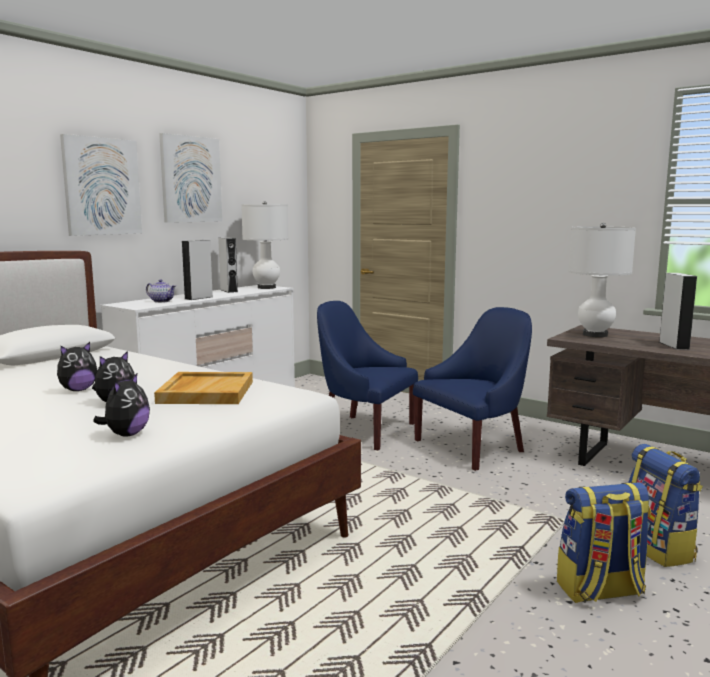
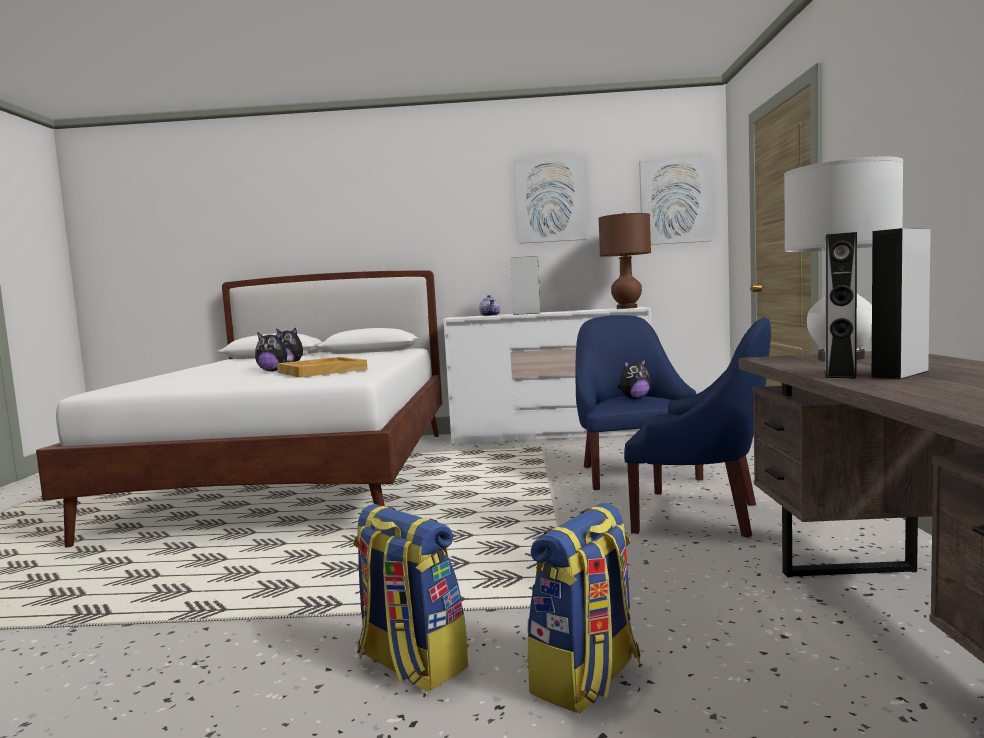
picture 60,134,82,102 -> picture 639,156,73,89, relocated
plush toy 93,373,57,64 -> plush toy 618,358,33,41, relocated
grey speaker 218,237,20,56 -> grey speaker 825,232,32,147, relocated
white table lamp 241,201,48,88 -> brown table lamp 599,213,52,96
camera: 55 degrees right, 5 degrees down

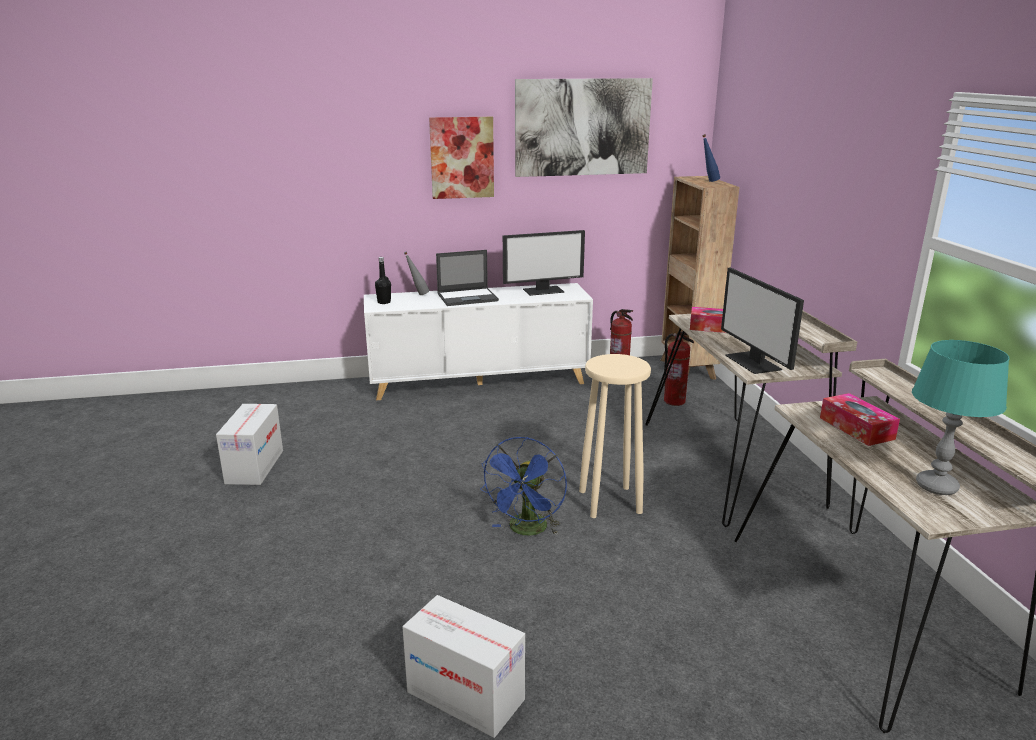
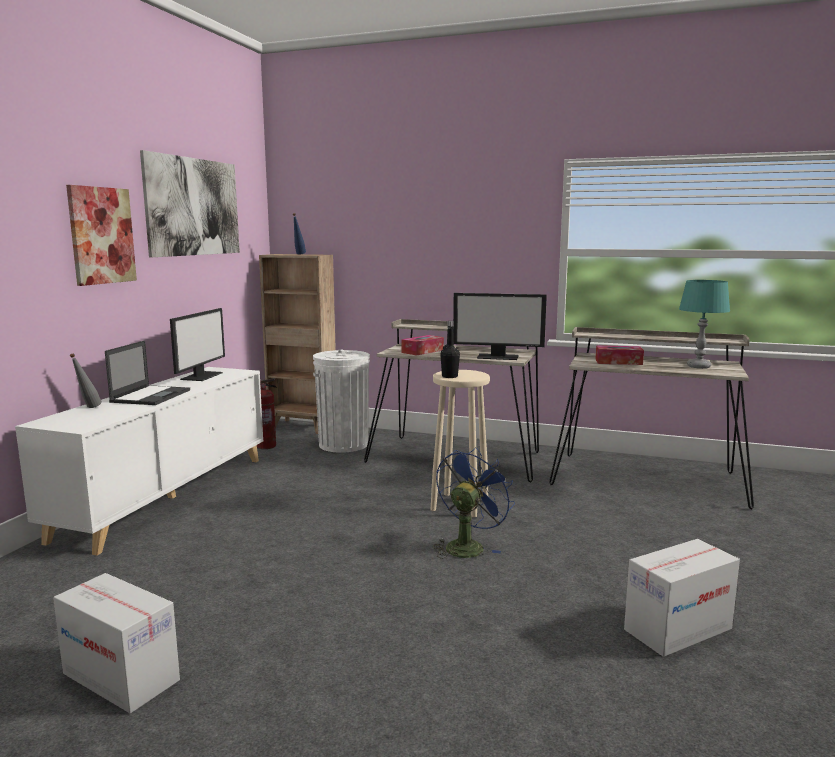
black bottle 375,257,16,47 -> black bottle 440,321,20,57, relocated
blue fan 480,437,87,99 -> blue fan 433,447,82,112, 105 degrees counterclockwise
fire extinguisher 663,331,31,75 -> white trash can 313,349,57,104
camera: 60 degrees left, 10 degrees down

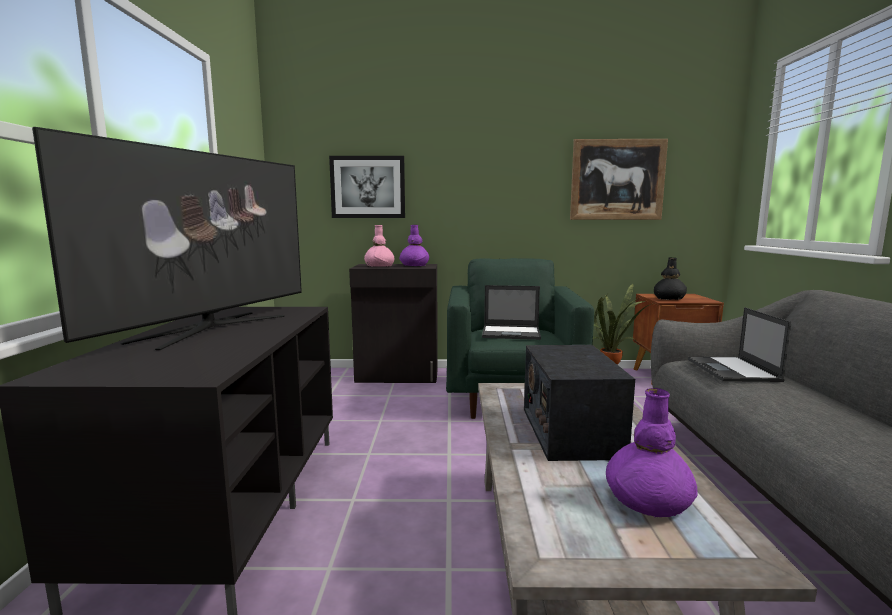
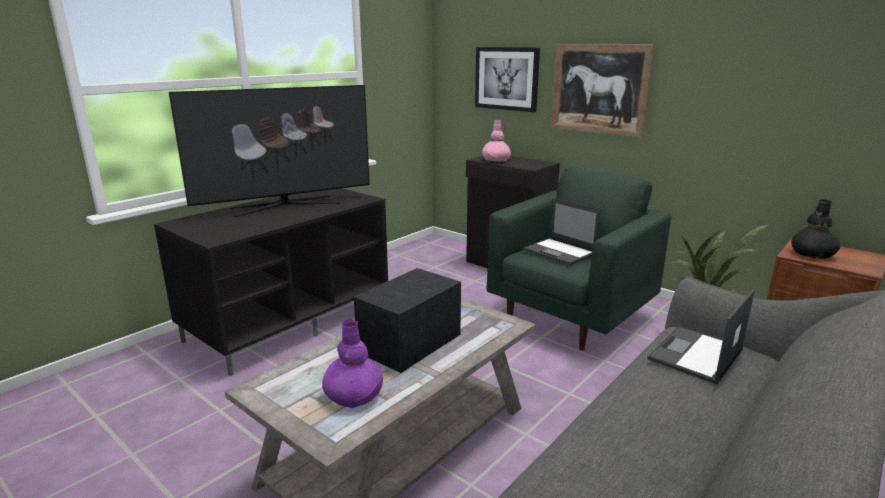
purple vase 399,225,30,41 -> none
picture 570,139,98,81 -> picture 551,44,104,94, relocated
camera: 40 degrees right, 10 degrees up

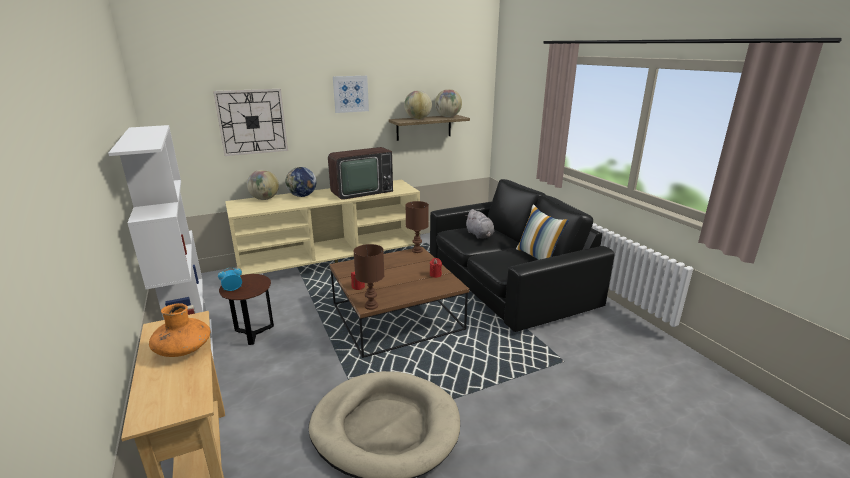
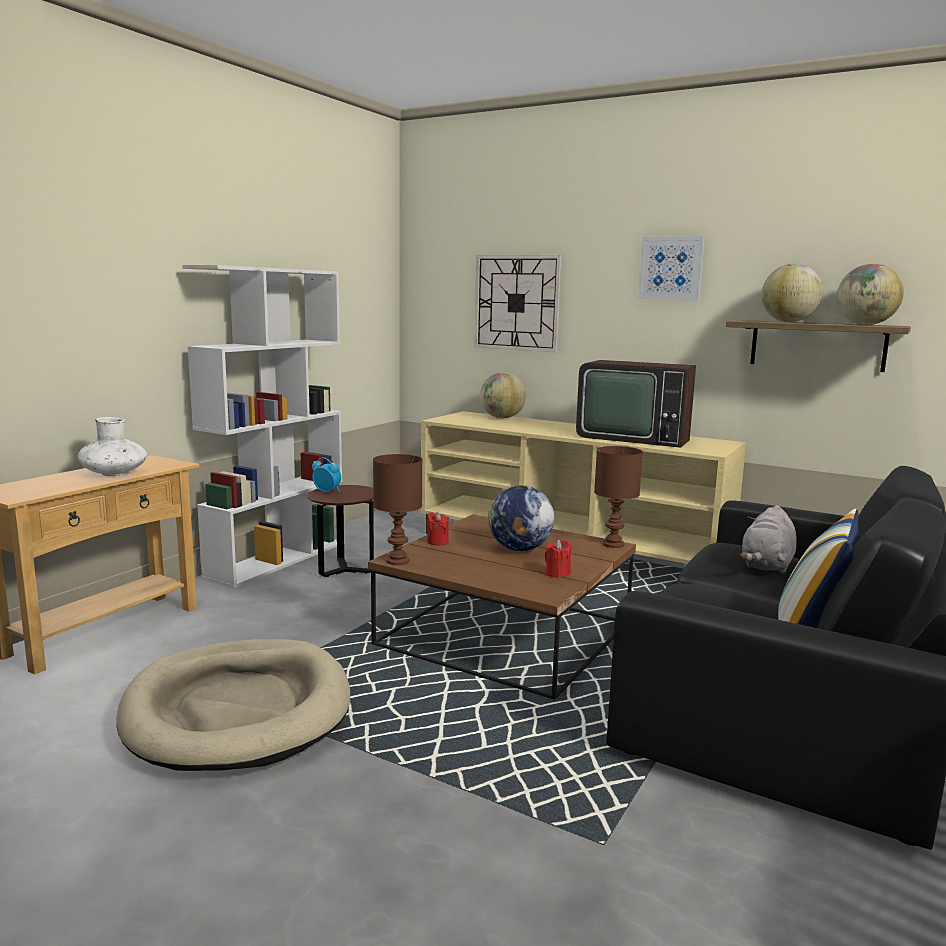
orange vase 149,303,62,54 -> white vase 78,417,69,59
globe 285,167,31,30 -> globe 488,485,67,66, relocated
camera: 55 degrees right, 10 degrees down

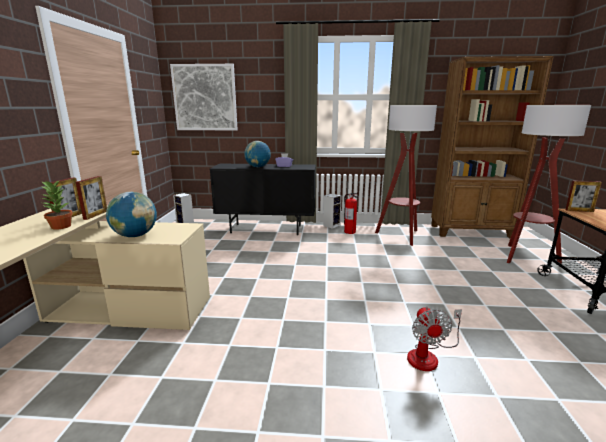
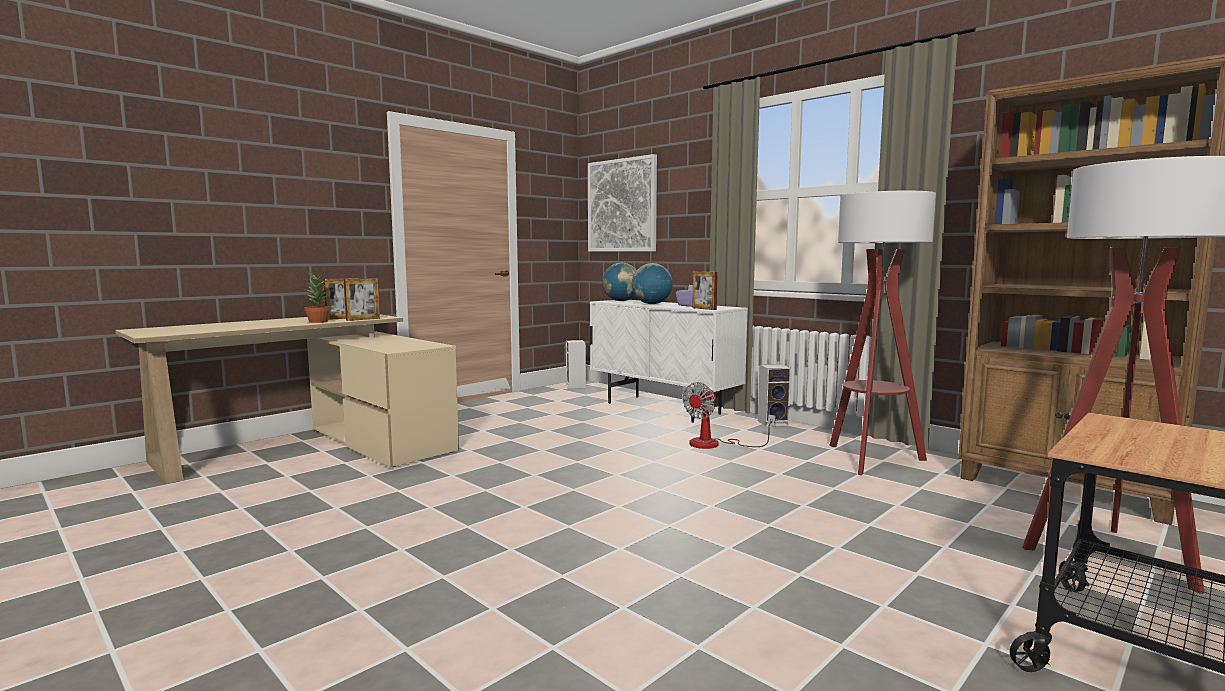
globe 106,192,51,45 -> globe 602,263,35,38, relocated
black cabinet 210,163,106,72 -> white cabinet 589,300,159,123
fire extinguisher 344,193,15,41 -> none
fan 407,306,55,65 -> fan 683,382,93,67, relocated
picture frame 565,180,37,32 -> picture frame 692,271,26,39, relocated
camera: 40 degrees right, 10 degrees down

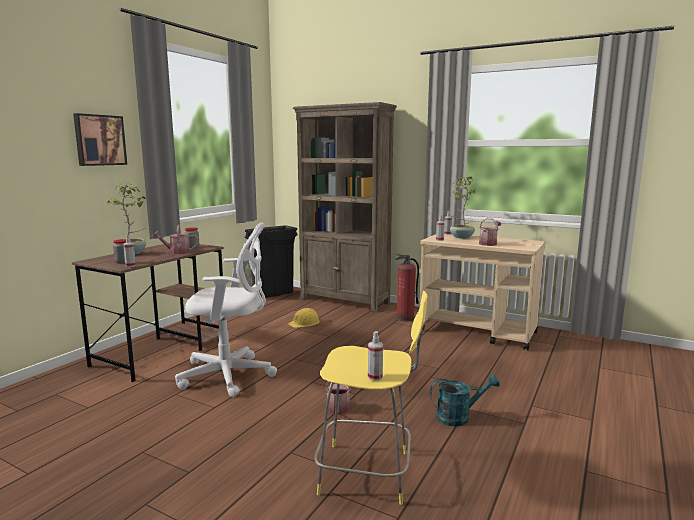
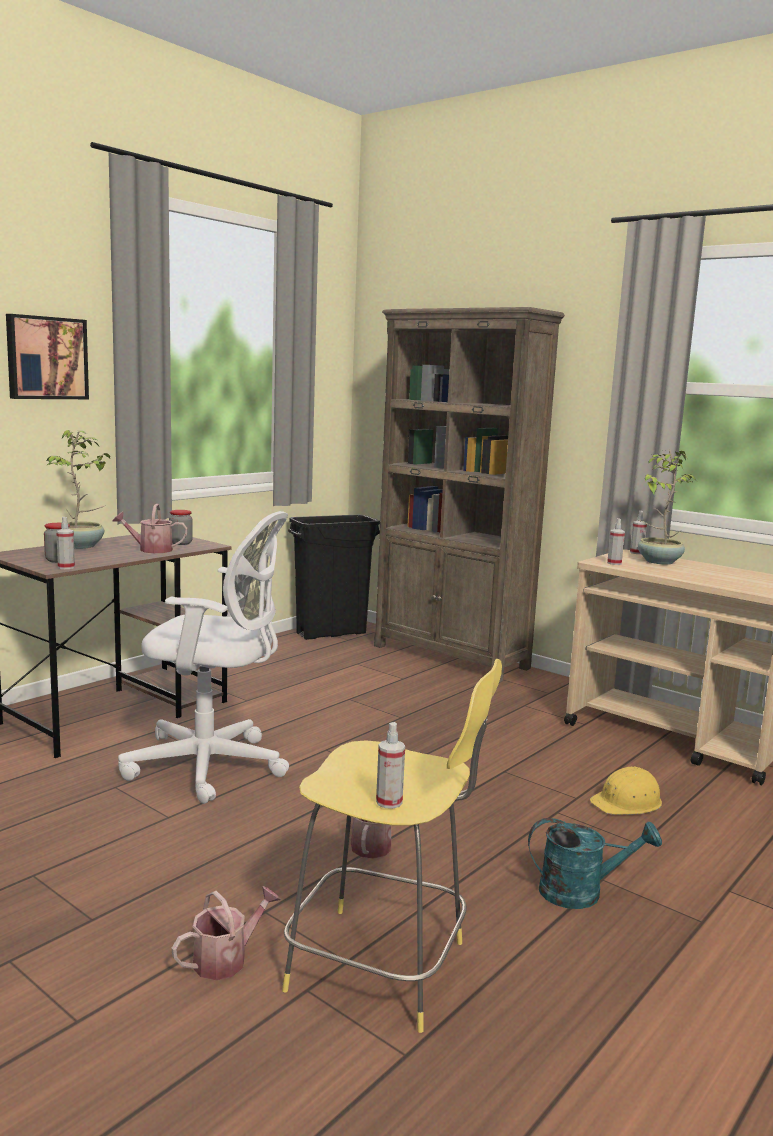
yellow hard hat 288,308,32,20 -> yellow hard hat 590,766,72,49, relocated
fire extinguisher 395,253,24,68 -> none
watering can 479,218,22,28 -> watering can 172,886,109,94, relocated
camera: 10 degrees right, 0 degrees up

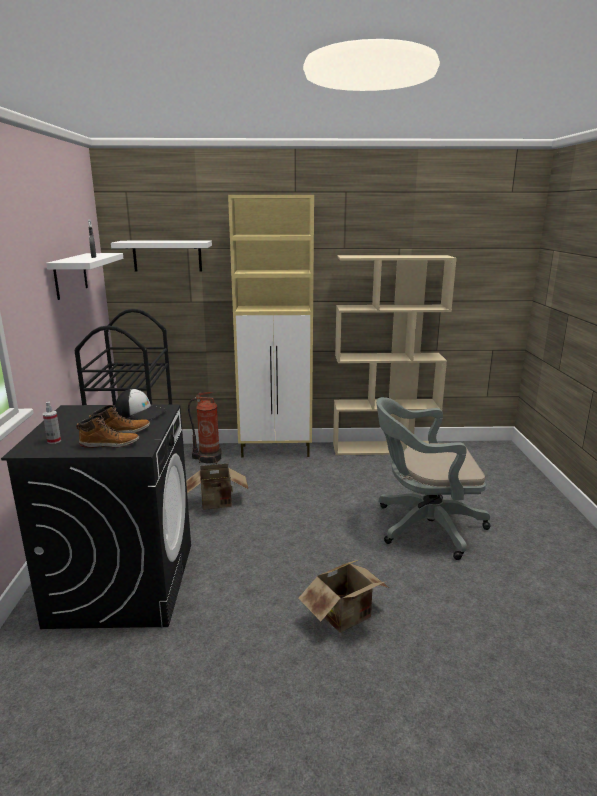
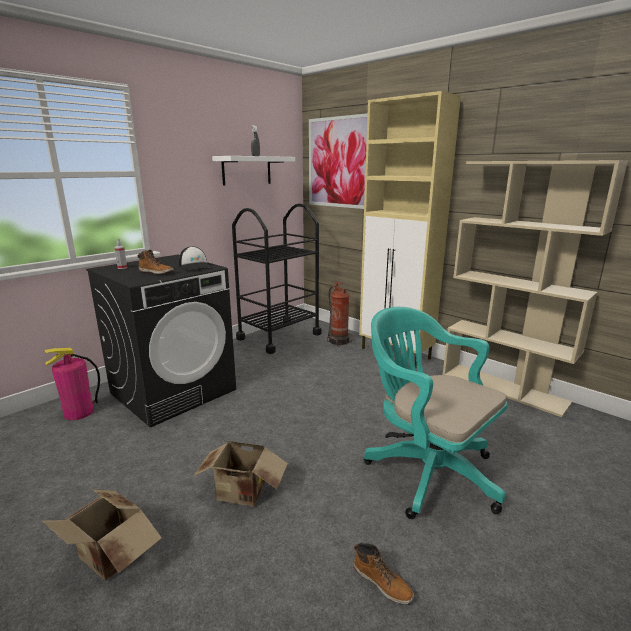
boot 76,415,63,33 -> boot 354,543,60,61, relocated
white shelf 111,241,101,31 -> picture 309,113,59,96
cardboard box 186,463,62,47 -> cardboard box 42,489,120,92, relocated
grey office chair 376,397,115,163 -> turquoise office chair 364,307,143,212
none -> fire extinguisher 44,348,56,72
camera: 45 degrees right, 0 degrees up

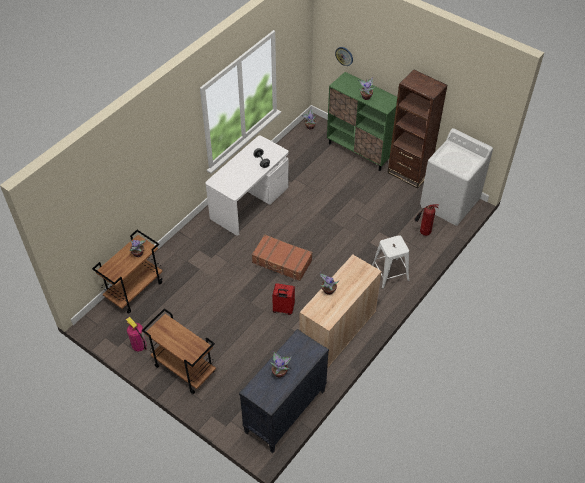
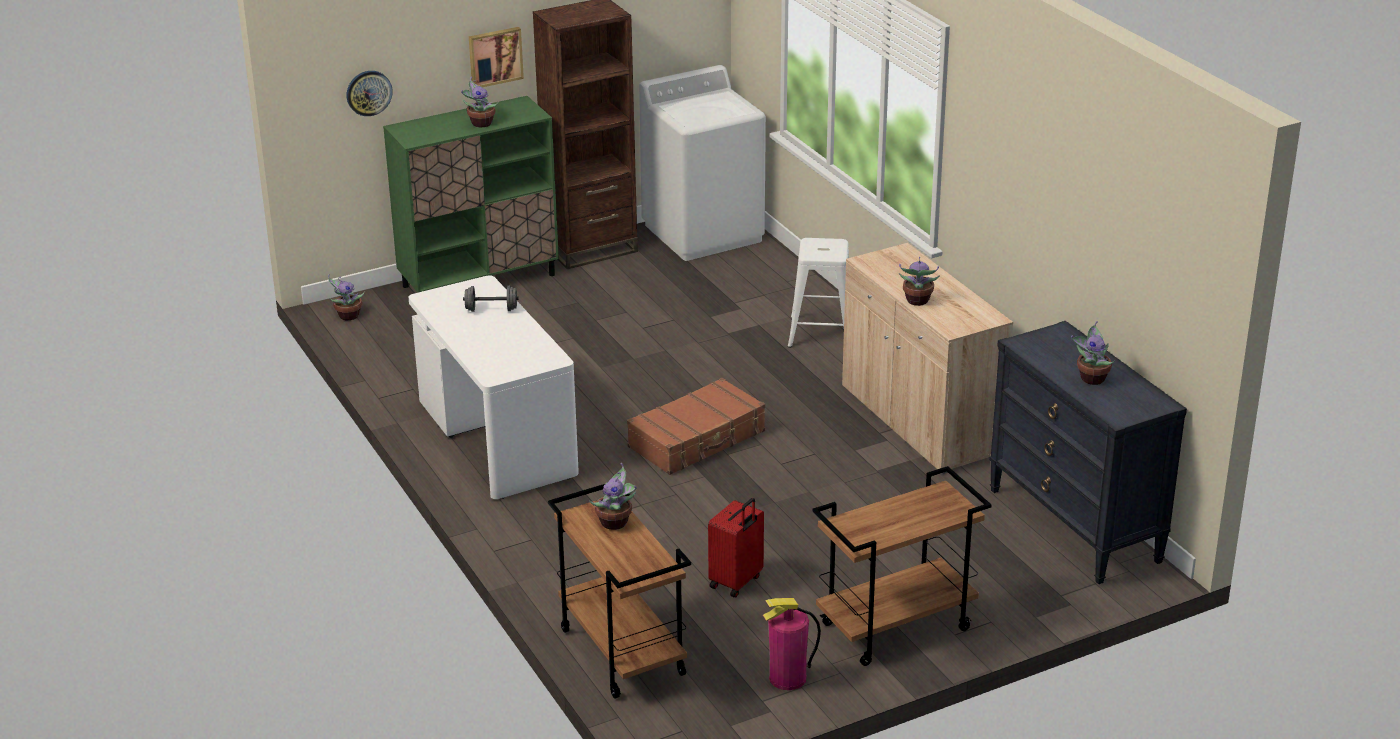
red suitcase 272,283,23,32 -> red suitcase 708,498,56,100, relocated
fire extinguisher 414,204,25,32 -> none
none -> picture 469,27,55,60
camera: 65 degrees left, 20 degrees down

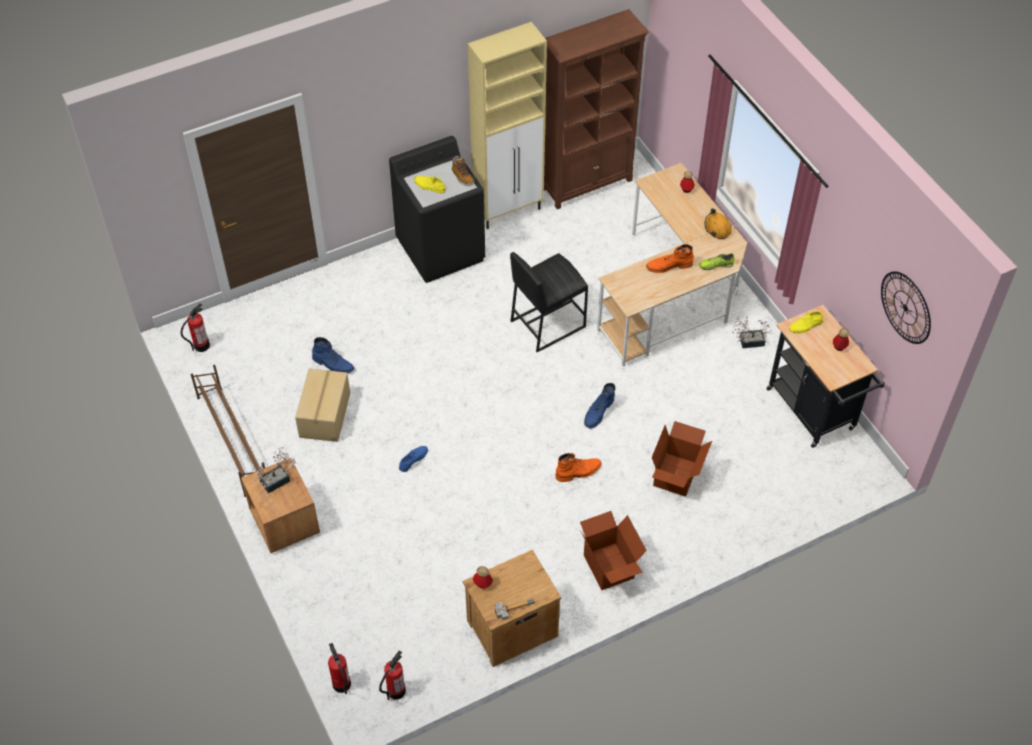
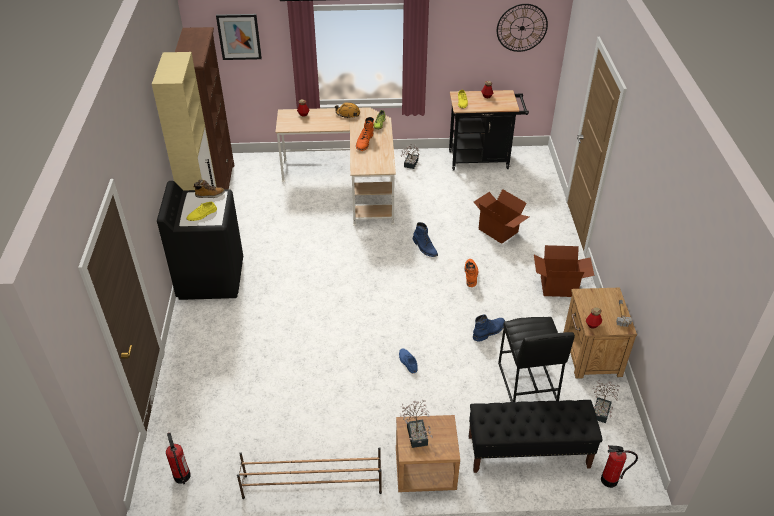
cardboard box 295,369,55,73 -> none
blue boot 312,337,43,36 -> blue boot 473,314,32,27, relocated
fire extinguisher 379,651,27,49 -> none
black stool 510,252,78,100 -> black stool 498,317,77,85, relocated
none -> picture 216,14,46,46
none -> black bench 469,400,134,73
none -> potted plant 593,380,27,43
camera: 65 degrees left, 10 degrees down

